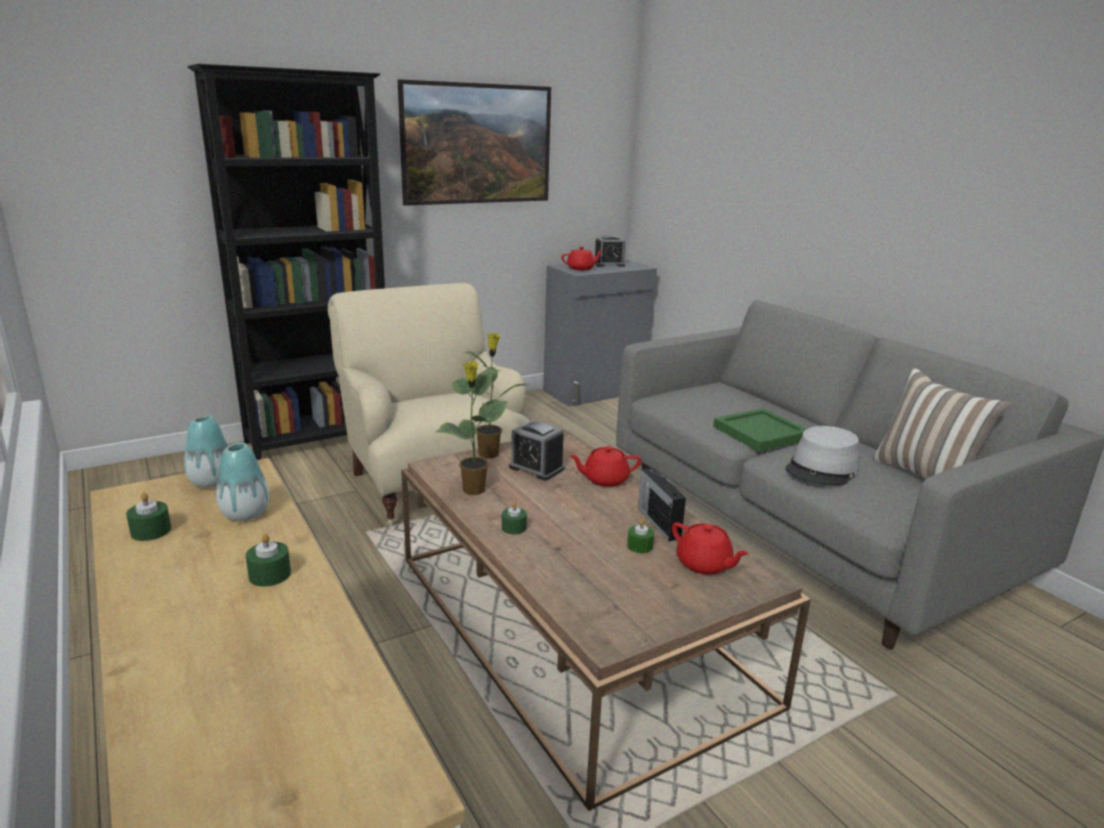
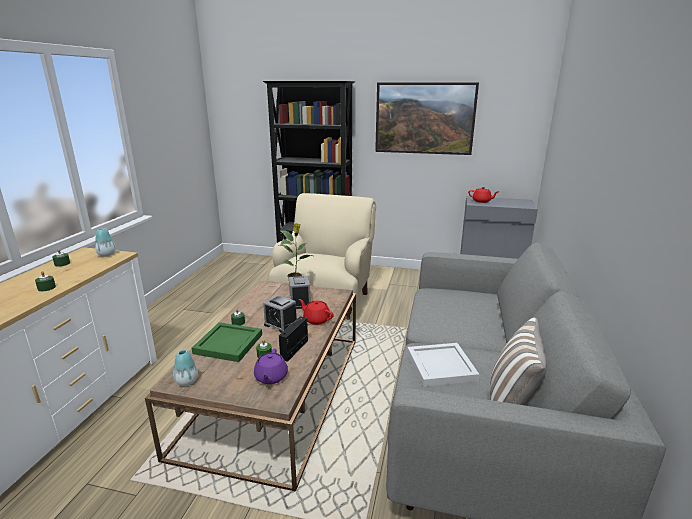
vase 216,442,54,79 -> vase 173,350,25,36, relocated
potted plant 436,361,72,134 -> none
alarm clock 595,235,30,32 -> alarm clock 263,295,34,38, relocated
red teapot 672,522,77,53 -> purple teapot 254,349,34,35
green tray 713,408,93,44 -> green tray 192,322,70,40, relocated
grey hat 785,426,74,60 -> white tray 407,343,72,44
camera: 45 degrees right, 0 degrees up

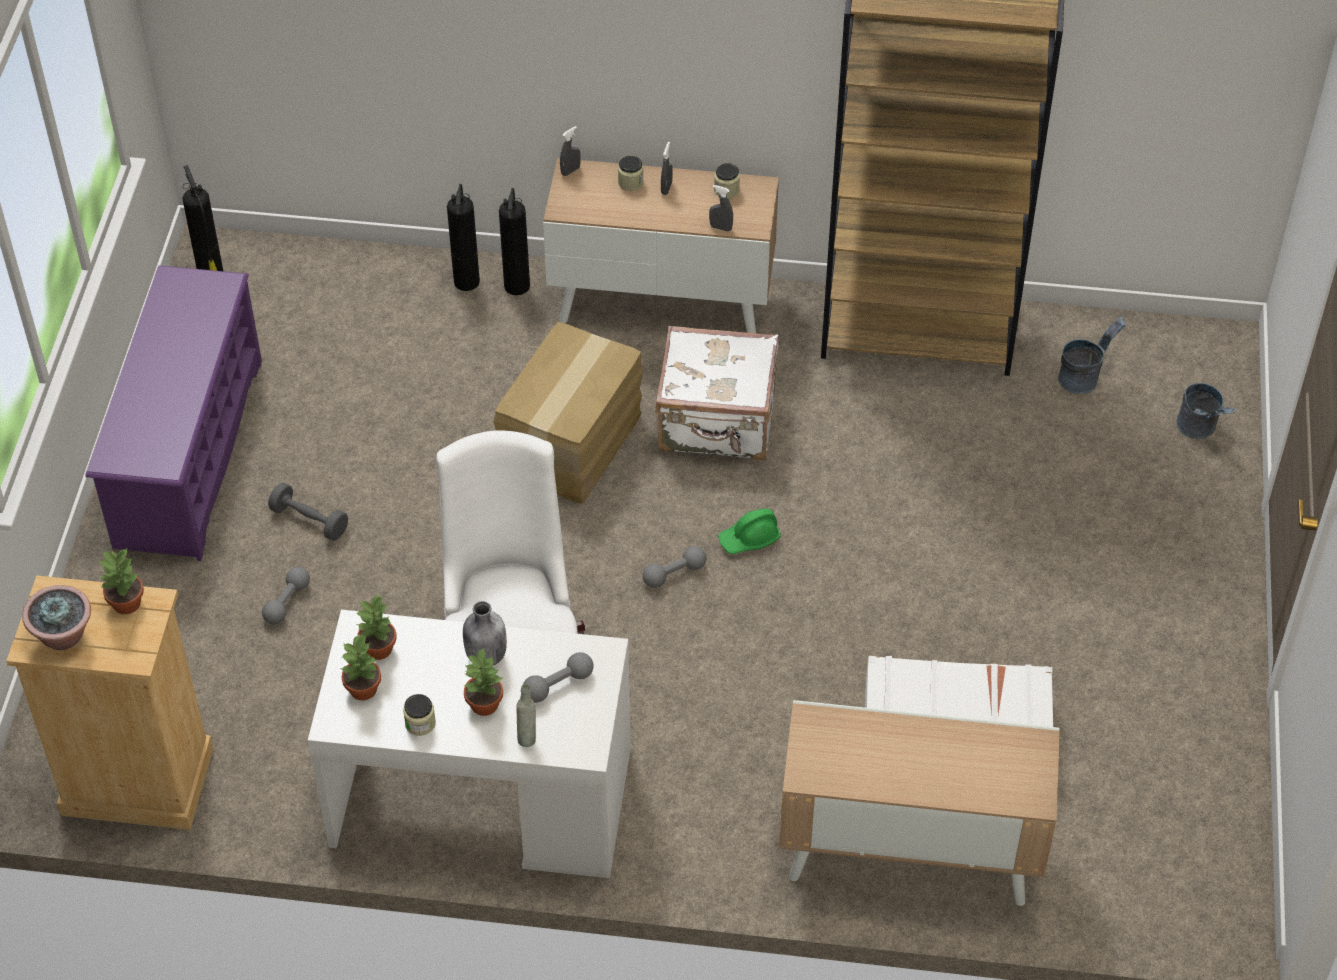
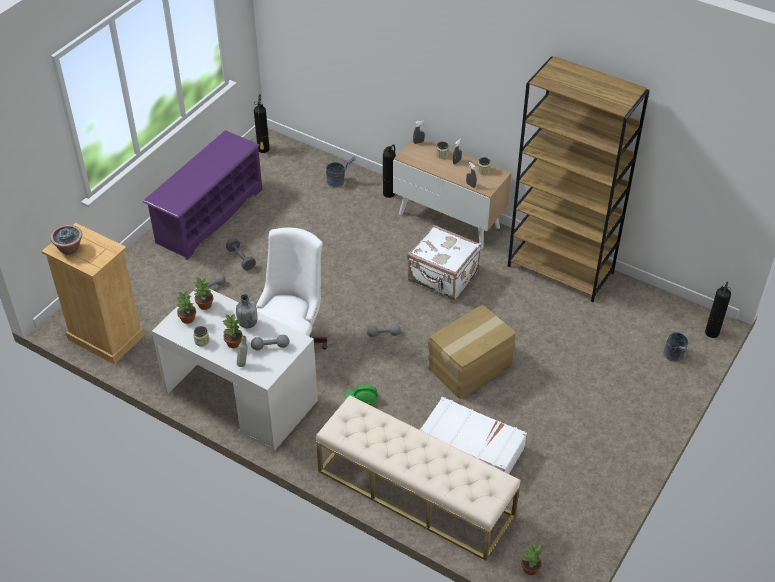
potted plant 98,549,46,65 -> potted plant 521,543,21,32, relocated
fire extinguisher 447,184,33,107 -> fire extinguisher 705,282,26,56, relocated
cardboard box 494,322,149,182 -> cardboard box 428,305,88,94, relocated
green hard hat 718,508,63,46 -> green hard hat 345,385,33,20, relocated
cabinet 779,700,281,206 -> beige bench 316,395,205,166
grey bucket 1058,317,68,77 -> grey bucket 326,156,30,32, relocated
camera: 25 degrees right, 5 degrees down

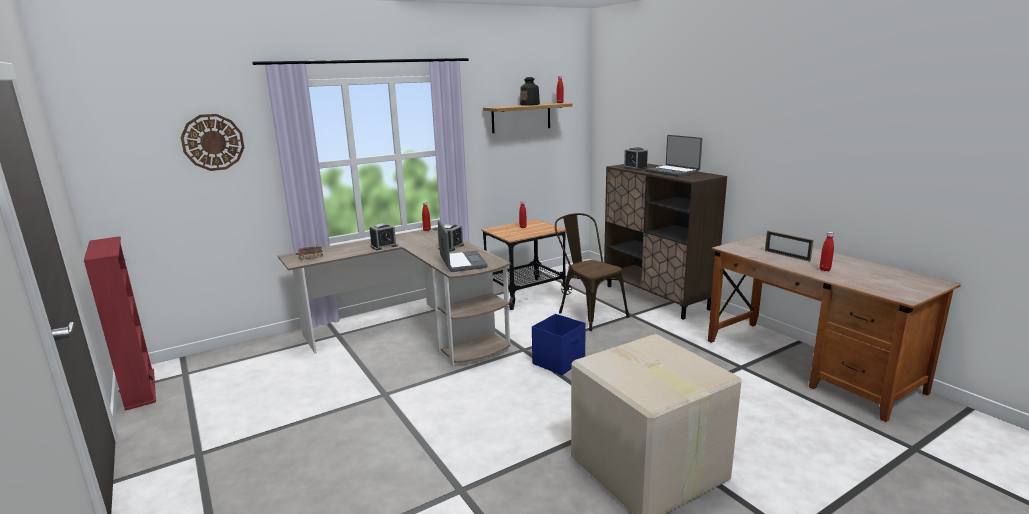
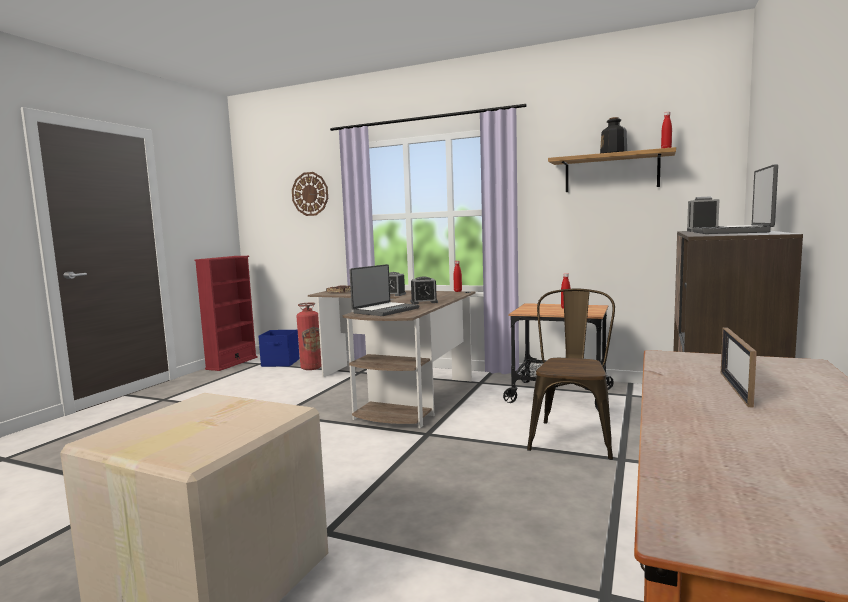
blue storage box 532,314,54,61 -> blue storage box 258,330,41,37, relocated
red bottle 820,232,14,39 -> none
none -> fire extinguisher 296,303,26,67
camera: 55 degrees right, 10 degrees down

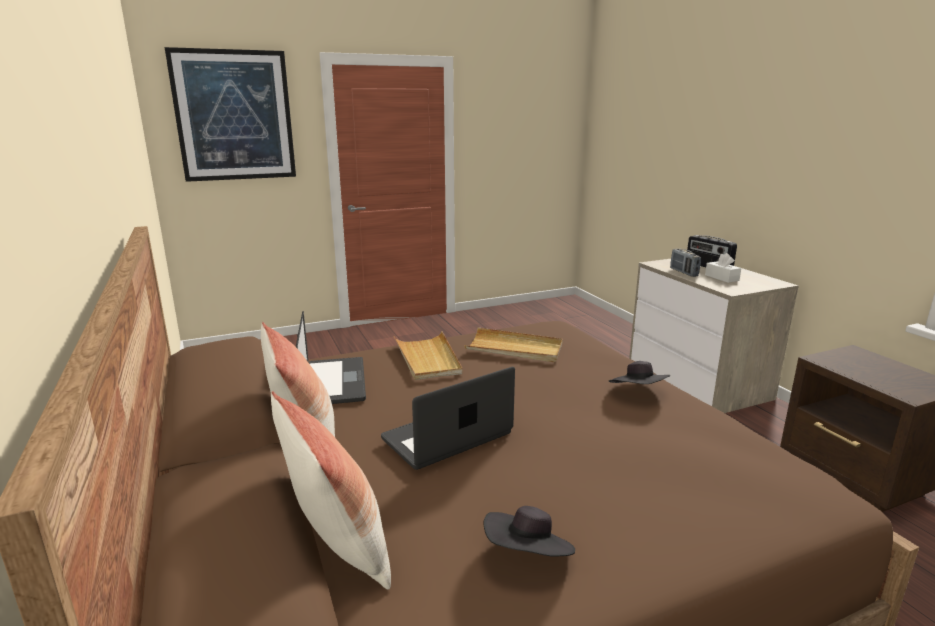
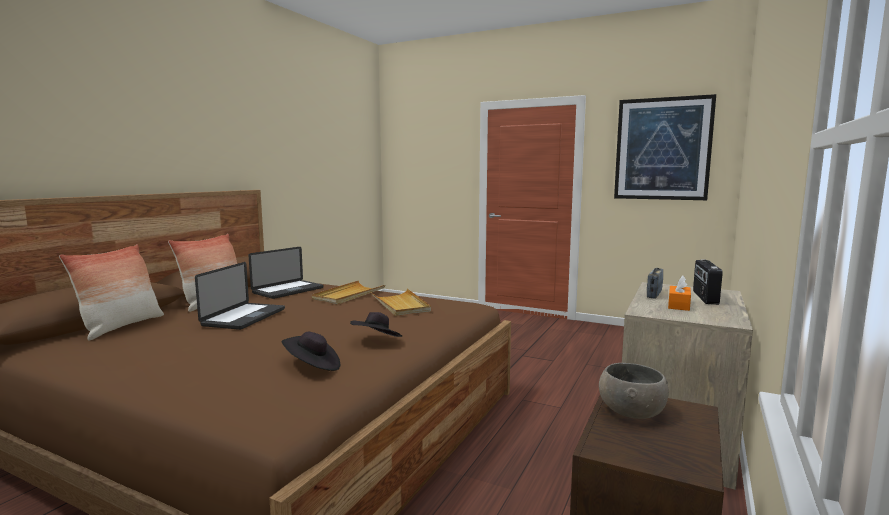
picture 165,47,131,135 -> picture 614,94,102,106, relocated
laptop 381,367,134,103 -> laptop 195,262,90,68, 90 degrees clockwise
black hat 484,506,91,51 -> black hat 282,332,58,39, relocated
white tissue box 705,253,36,30 -> orange tissue box 668,276,23,35
none -> grey bowl 599,363,70,56
camera: 50 degrees right, 10 degrees down

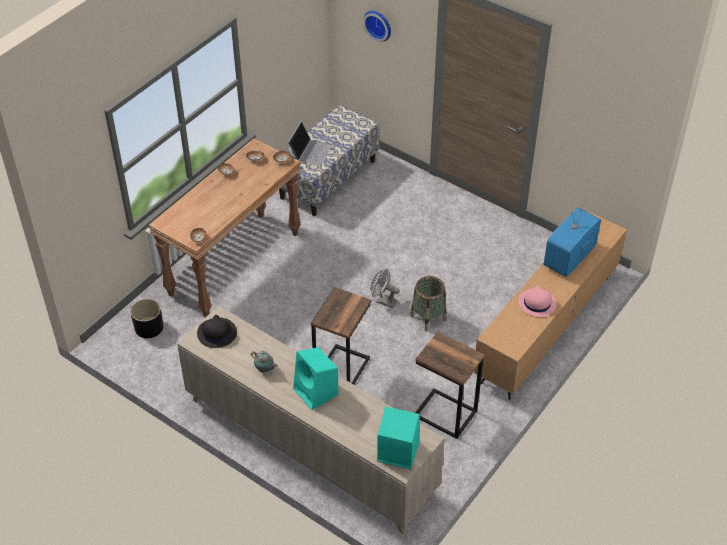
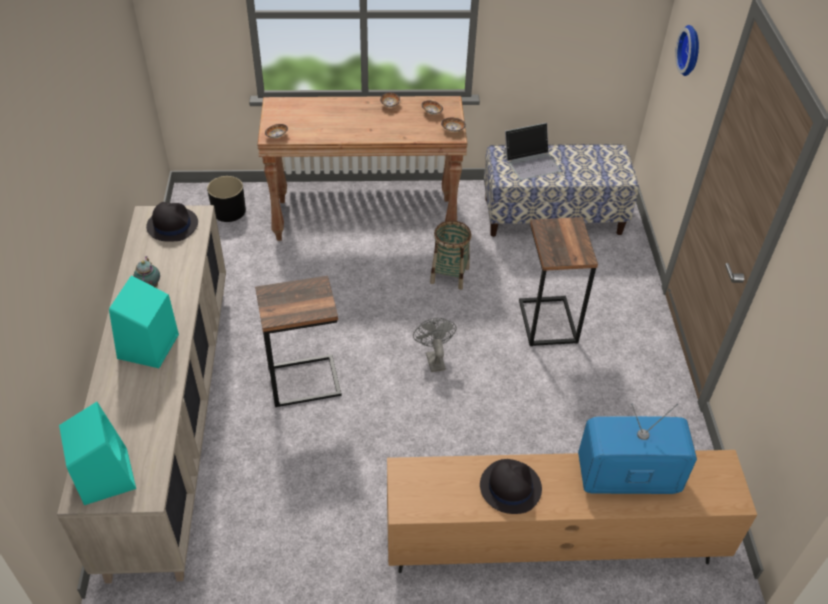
basket 410,276,37,56 -> basket 430,220,41,70, relocated
side table 415,332,70,107 -> side table 519,217,79,129, relocated
pink hat 518,285,38,32 -> black hat 480,459,62,55
camera: 50 degrees right, 0 degrees up

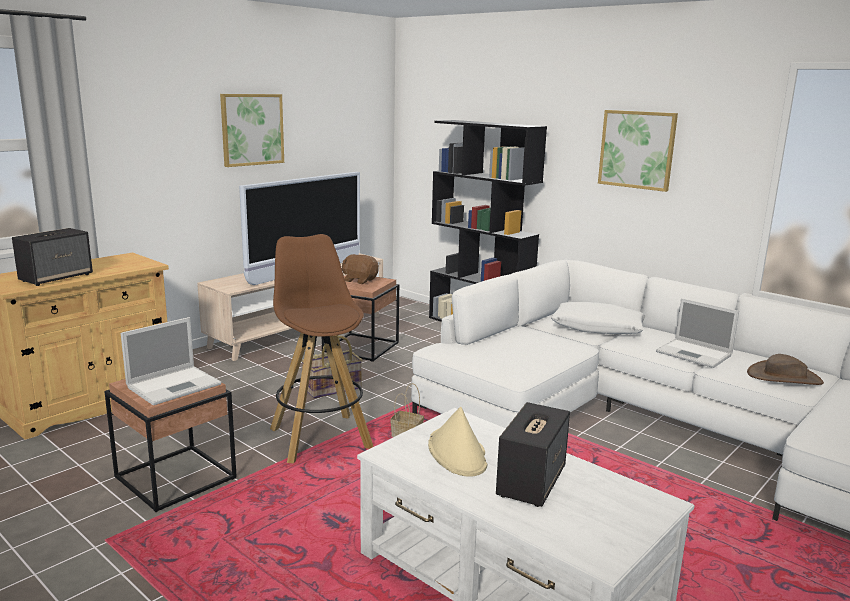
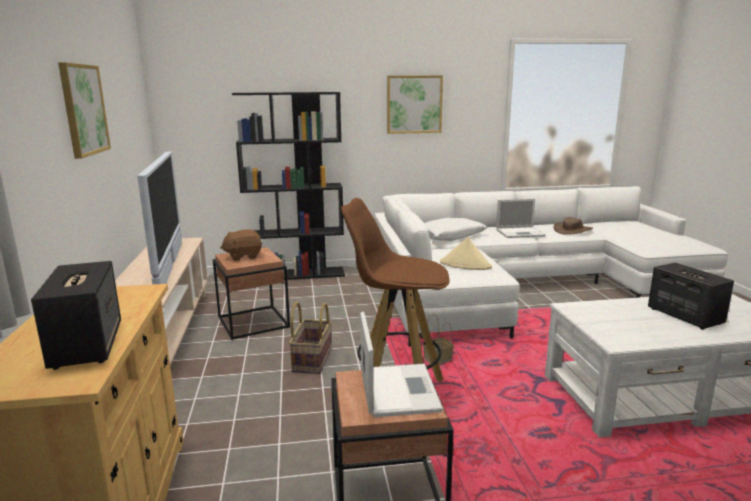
beige hat 428,407,60,70 -> beige hat 440,237,52,33, relocated
camera: 50 degrees left, 0 degrees up

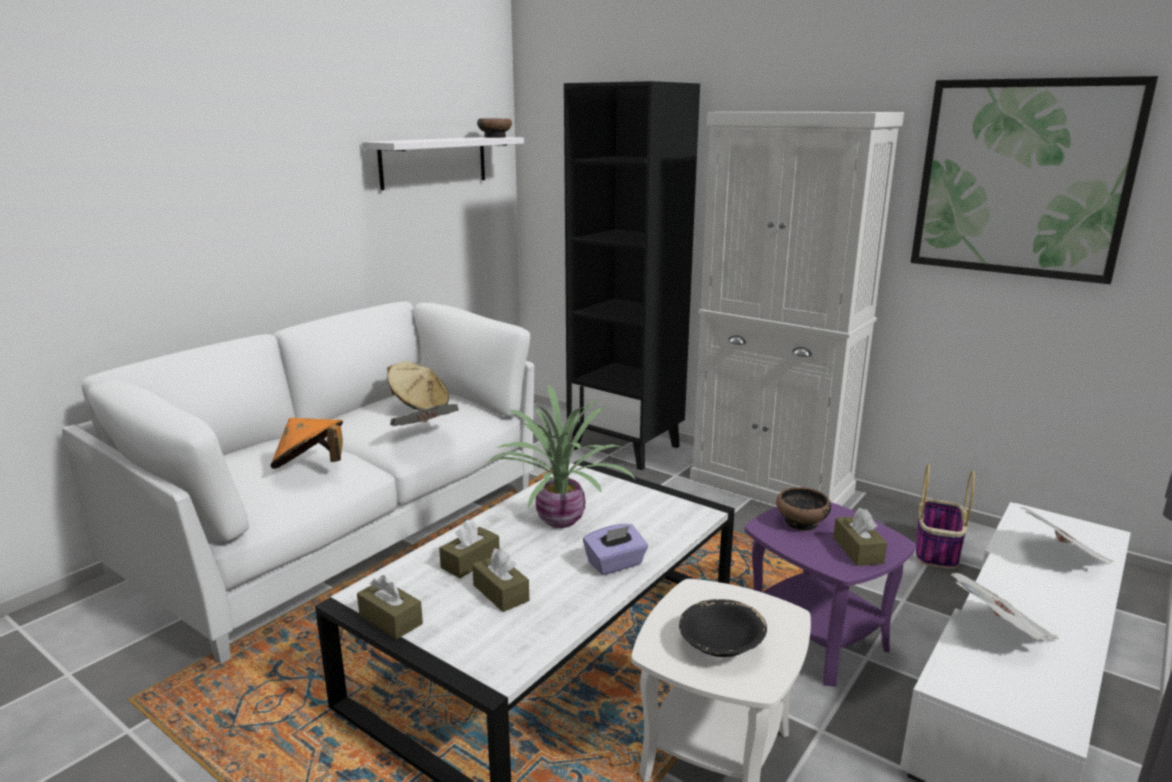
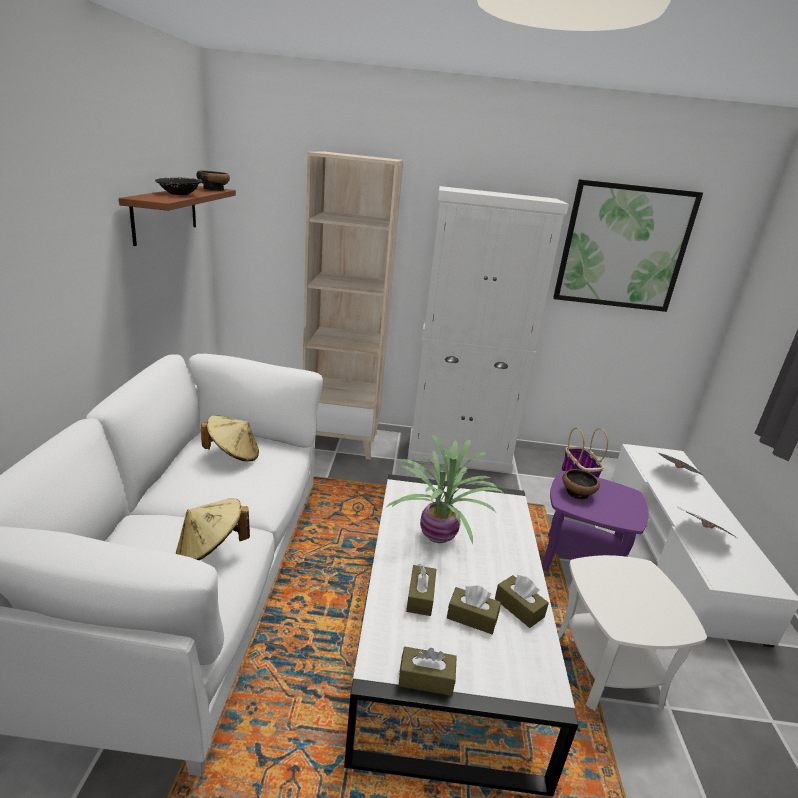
orange hat 271,417,72,52 -> beige hat 176,498,74,62
white shelf 362,137,162,53 -> brown shelf 119,186,117,60
newspaper 390,404,69,22 -> none
black bookcase 564,81,136,389 -> beige bookcase 303,151,100,309
purple tissue box 583,524,65,51 -> none
black bowl 679,599,88,58 -> black bowl 155,178,47,17, relocated
brown tissue box 833,508,54,58 -> brown tissue box 495,575,54,53, relocated
camera: 35 degrees left, 5 degrees up

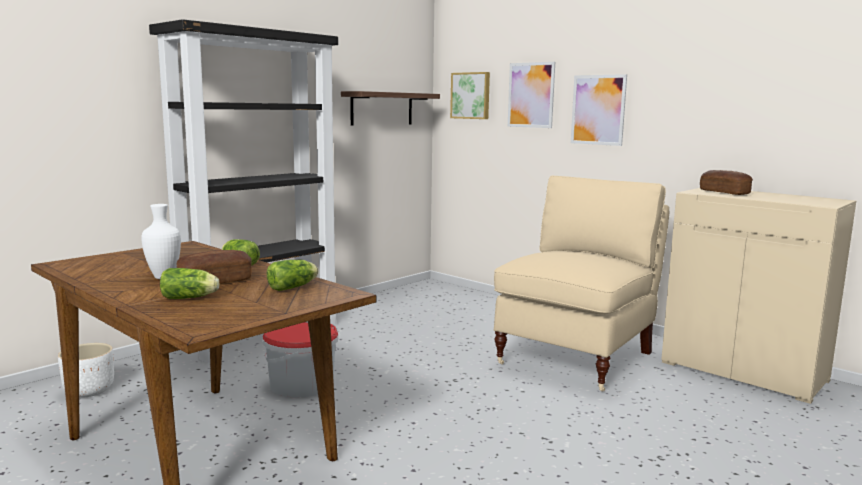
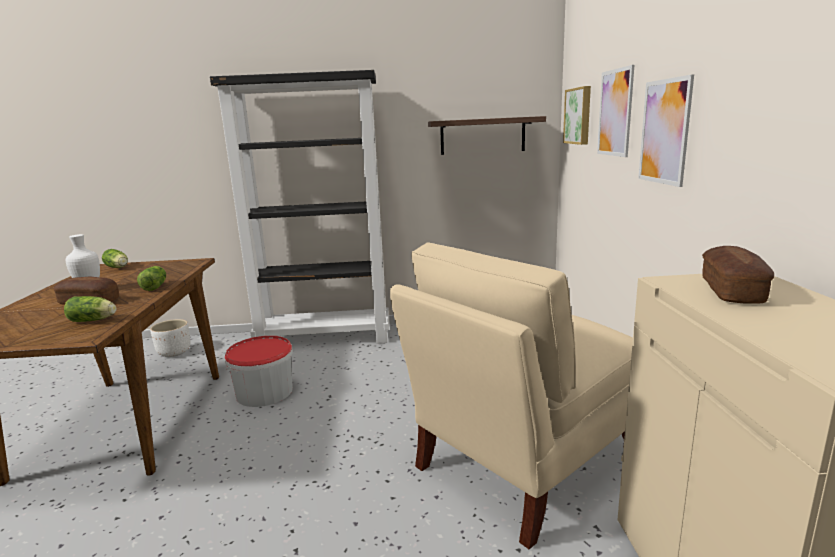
lettuce 160,268,59,31 -> lettuce 102,249,26,19, relocated
beige chair 494,176,175,216 -> beige chair 390,242,243,308, 150 degrees clockwise
camera: 45 degrees right, 5 degrees up

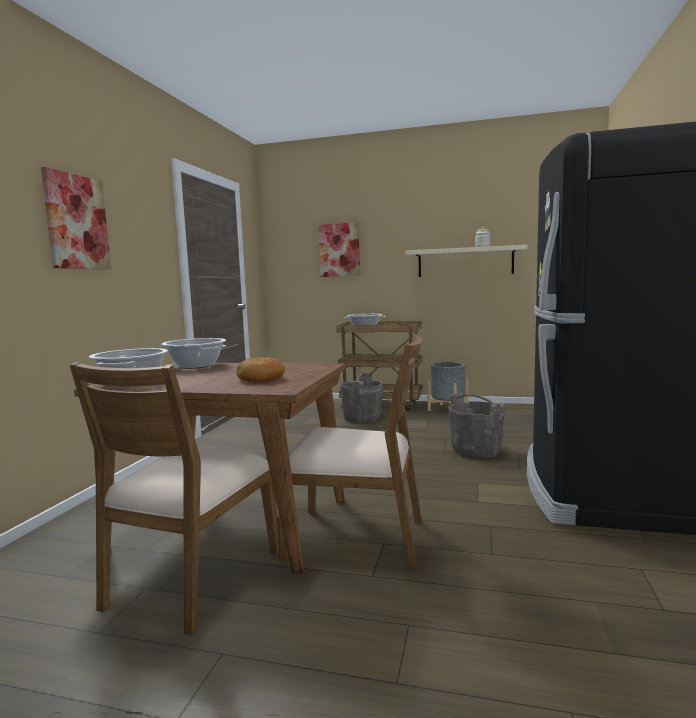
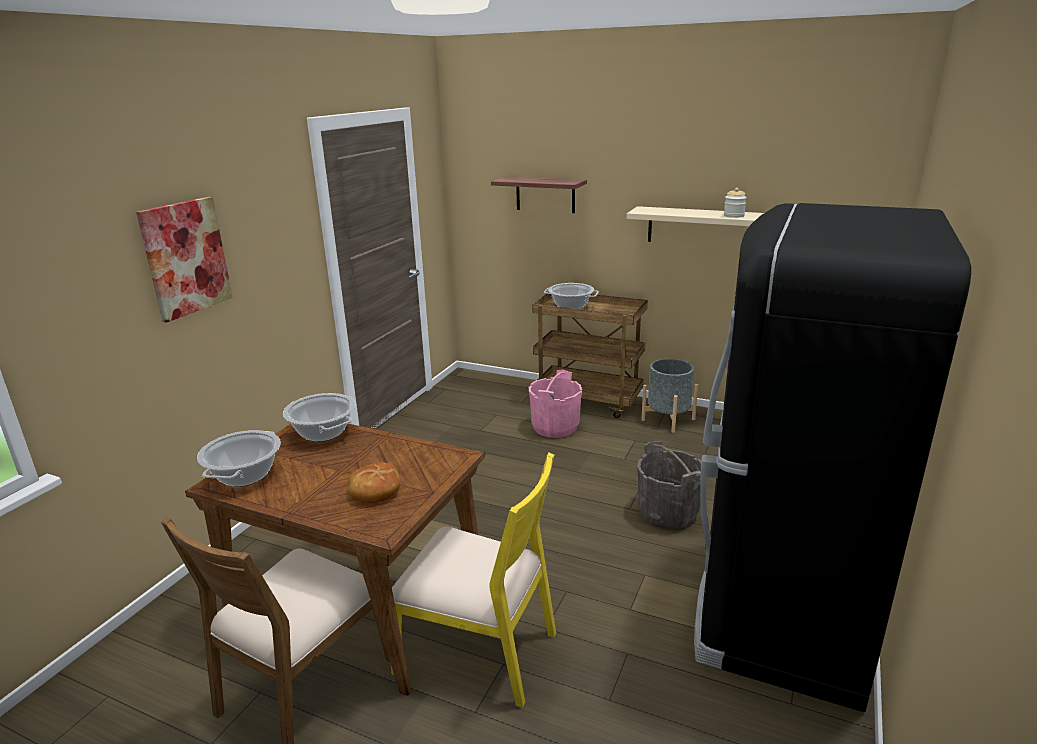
brown chair 279,333,143,235 -> yellow chair 391,452,165,256
picture 318,222,42,55 -> shelf 491,177,96,36
grey bucket 340,373,43,50 -> pink bucket 529,370,53,68
camera: 10 degrees right, 15 degrees up

